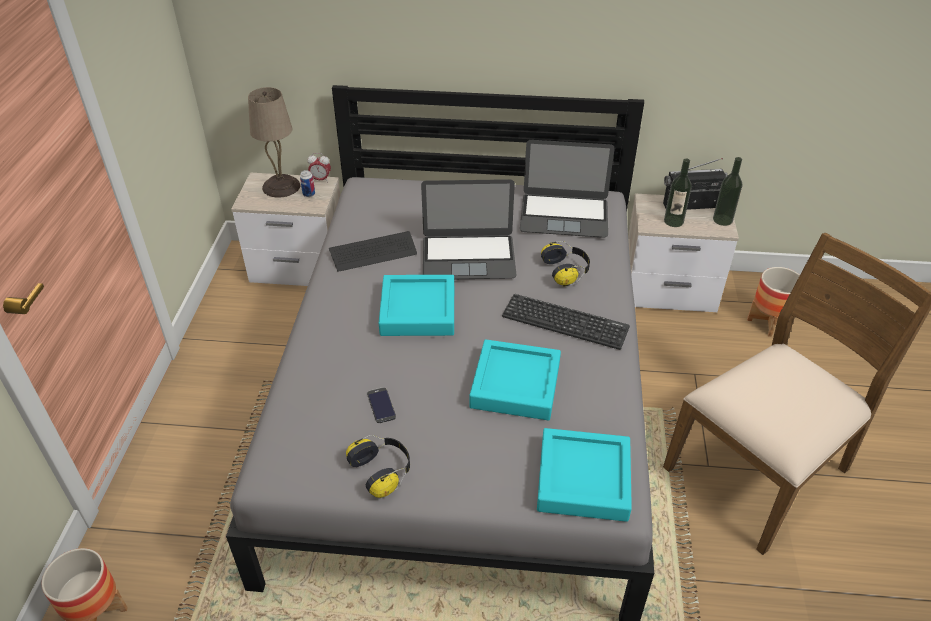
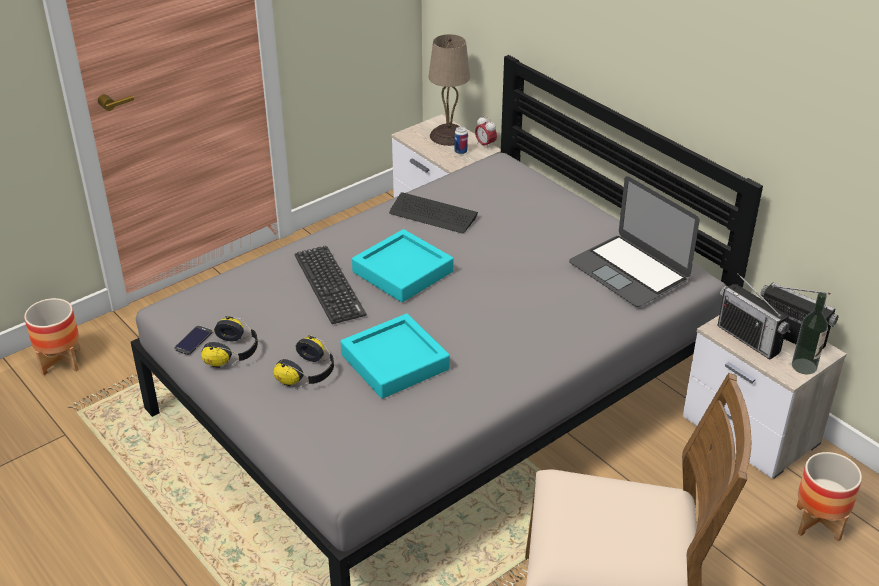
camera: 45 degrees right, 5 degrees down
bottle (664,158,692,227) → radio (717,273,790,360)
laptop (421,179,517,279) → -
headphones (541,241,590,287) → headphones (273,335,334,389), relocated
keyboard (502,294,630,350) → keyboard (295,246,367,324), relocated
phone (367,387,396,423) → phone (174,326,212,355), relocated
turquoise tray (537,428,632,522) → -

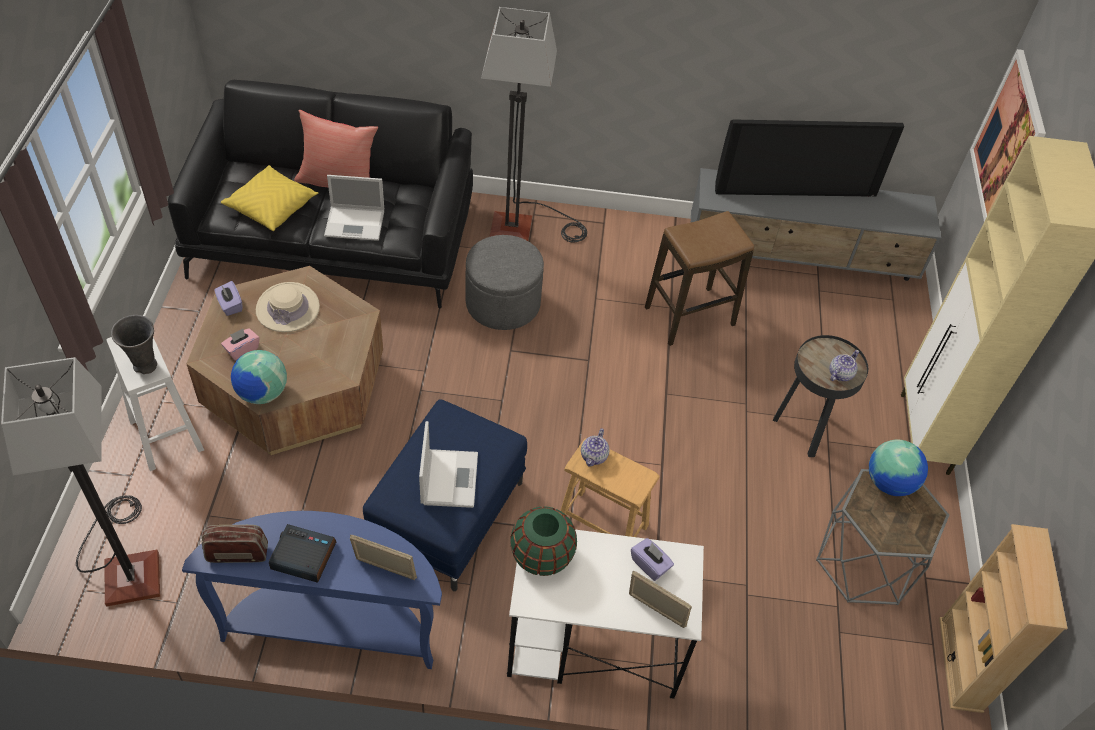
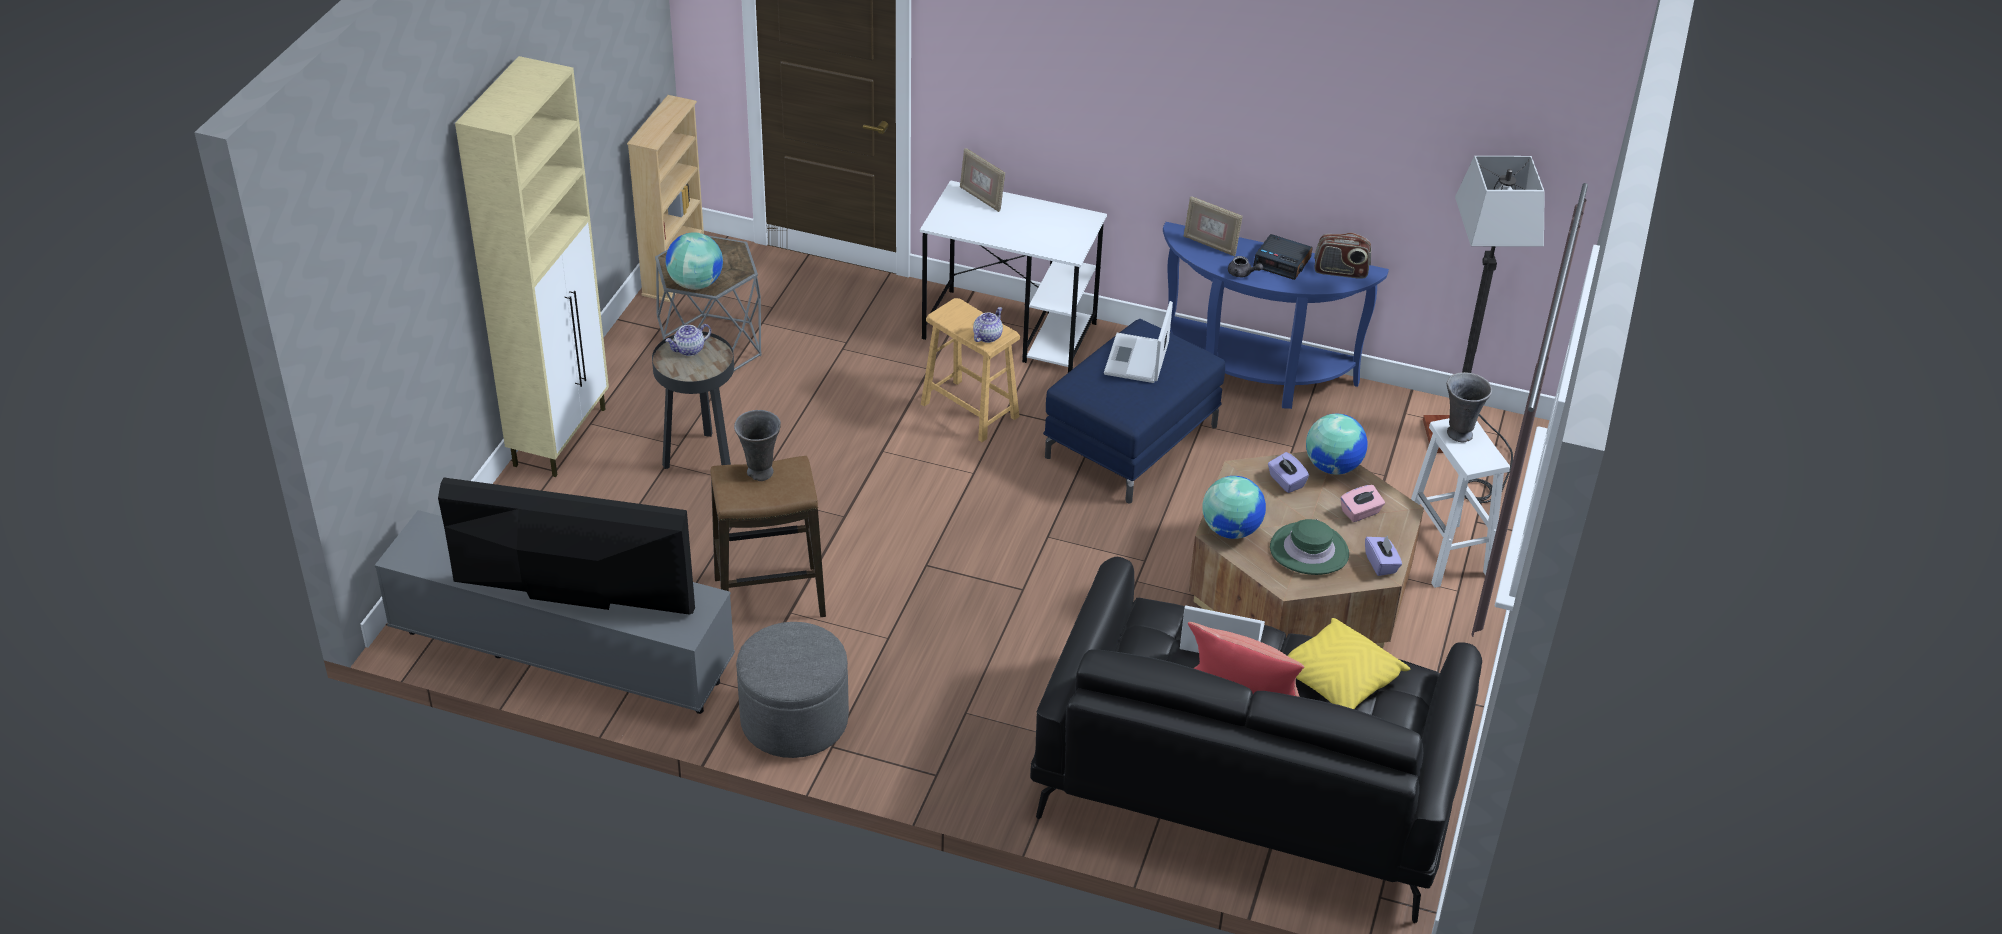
camera: 165 degrees left, 10 degrees down
floor lamp (481,7,587,243) → -
picture (970,49,1046,222) → -
grey ottoman (465,235,544,330) → grey ottoman (736,622,849,758), relocated
beige hat (256,282,320,332) → green hat (1270,519,1349,575)
green vase (510,506,577,576) → -
purple tissue box (631,538,674,581) → purple tissue box (1268,452,1309,493), relocated
- → grey teapot (1228,256,1263,277)
- → grey vase (734,410,781,481)
- → globe (1202,476,1266,539)

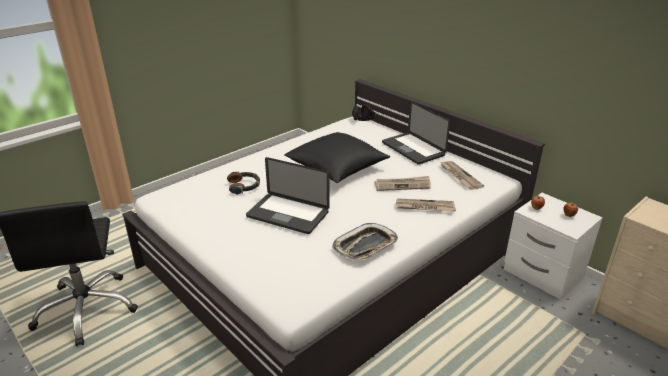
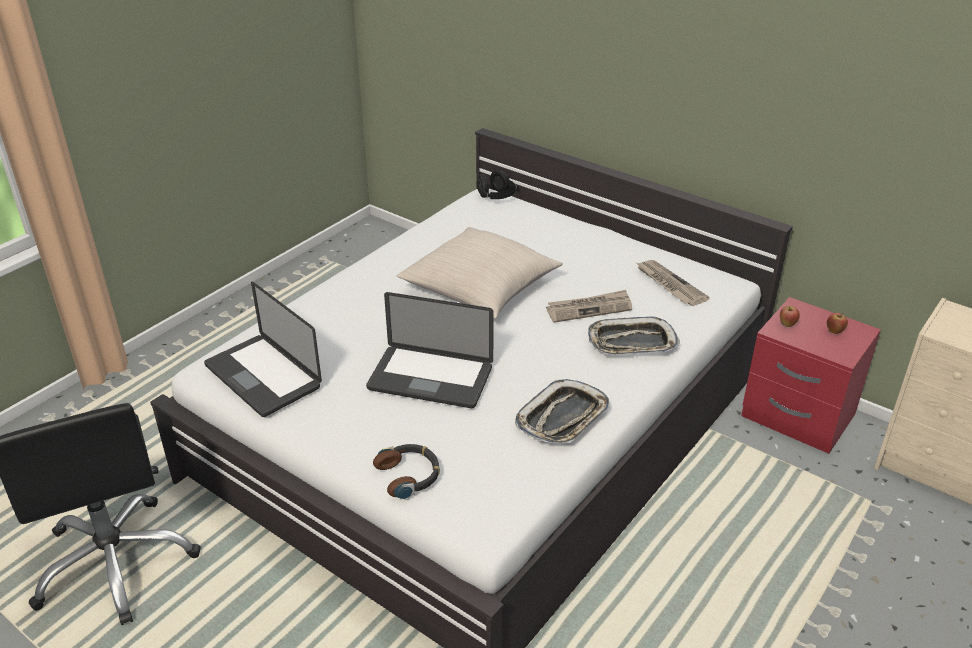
camera: 10 degrees left, 5 degrees up
laptop (382,101,450,165) → laptop (204,281,322,417), relocated
black pillow (284,132,390,183) → beige pillow (396,227,563,319)
headphones (227,172,260,195) → headphones (373,444,440,499), relocated
white nightstand (504,193,603,300) → red nightstand (741,297,881,454)
newspaper (396,198,456,212) → tray (588,316,680,355)

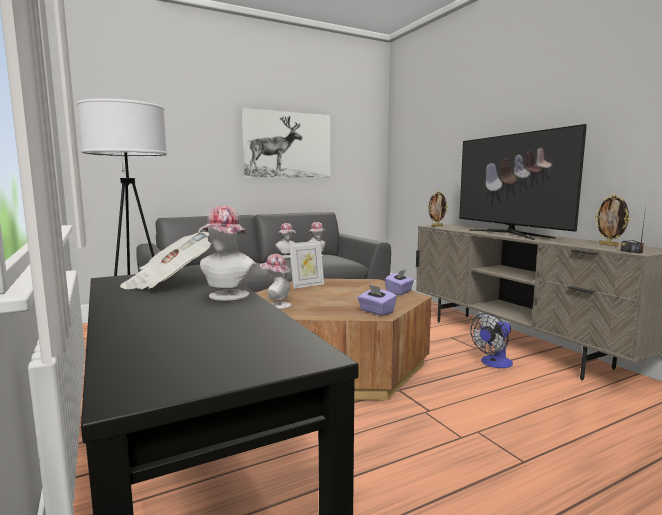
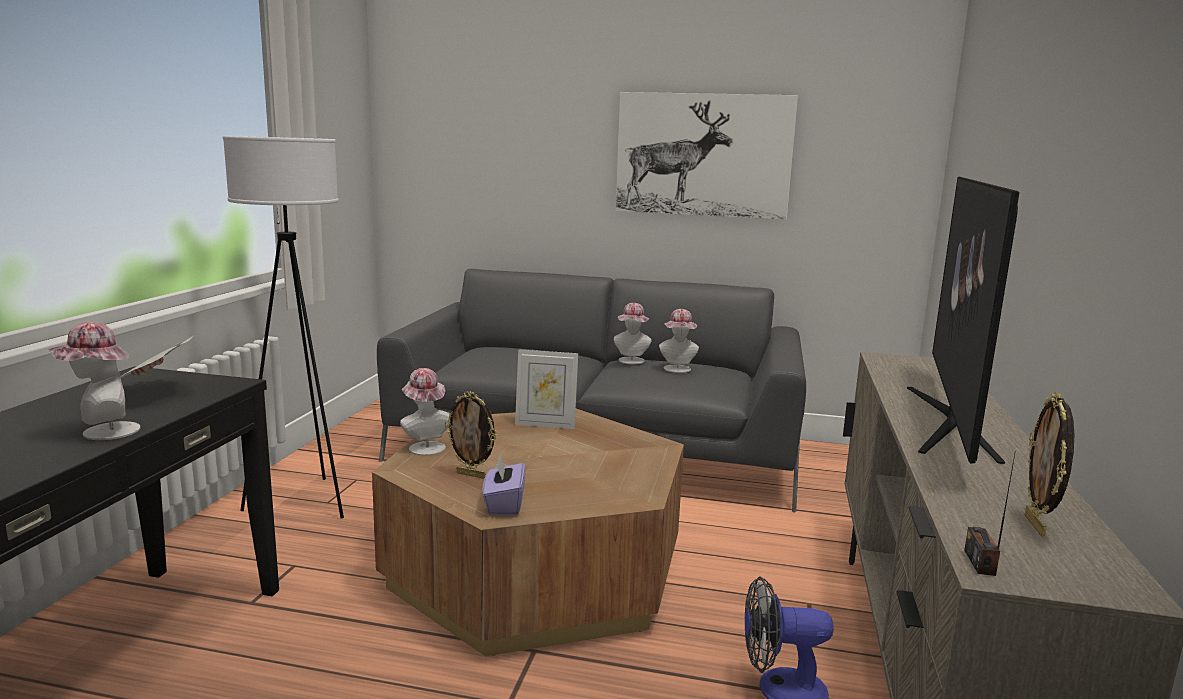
camera: 40 degrees right, 5 degrees up
picture frame (428,191,448,227) → picture frame (445,391,497,479), relocated
purple tissue box (385,270,414,295) → -

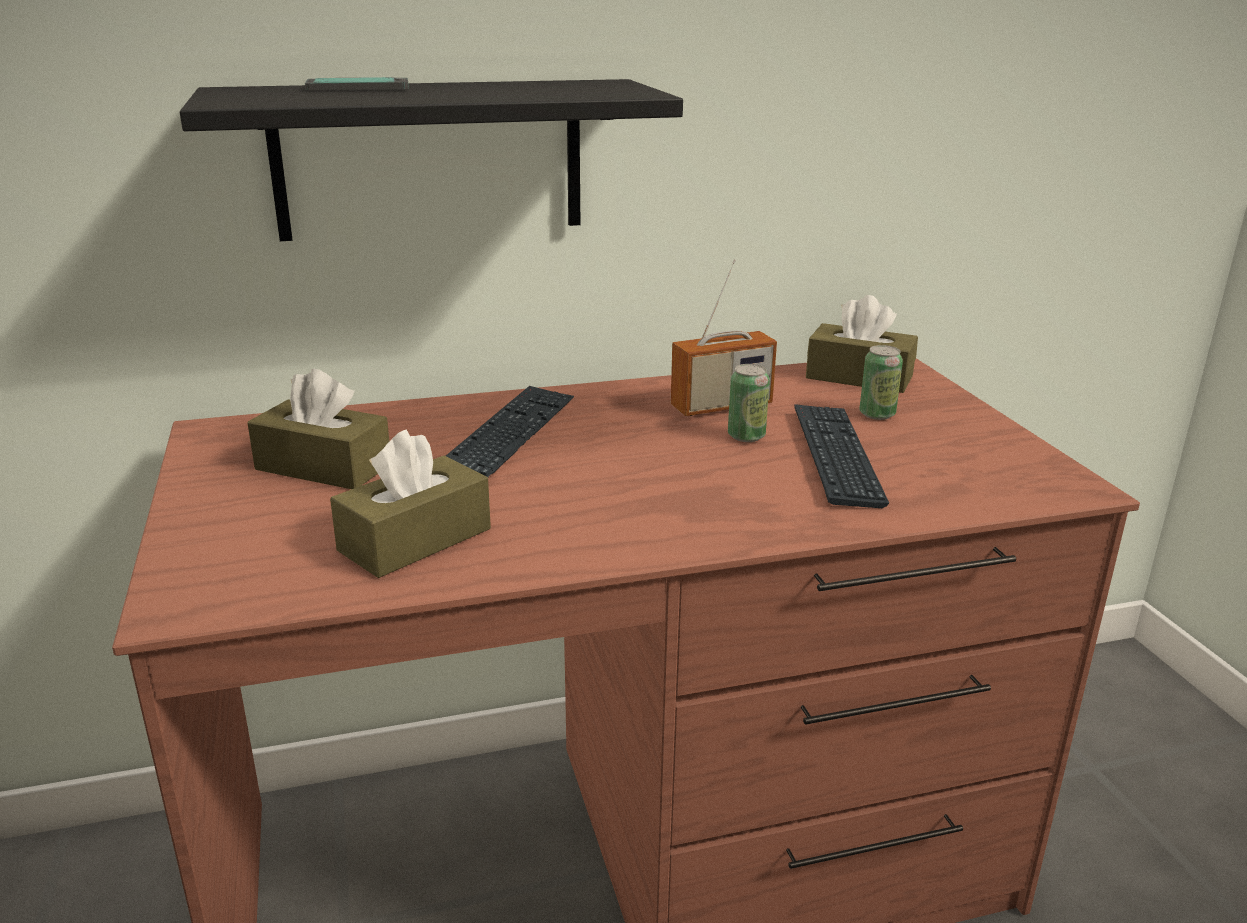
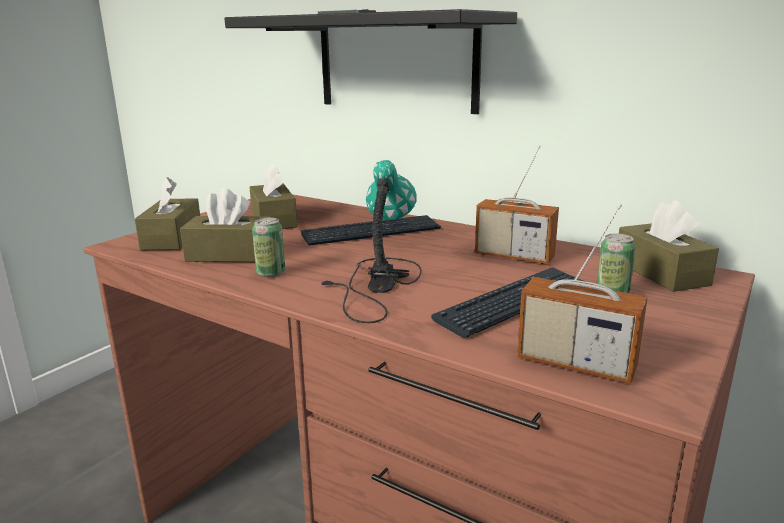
camera: 50 degrees right, 5 degrees down
can (728,364,770,442) → can (252,218,285,277), relocated
- → table lamp (320,160,422,323)
- → brown tissue box (135,177,200,250)
- → radio (517,204,648,383)

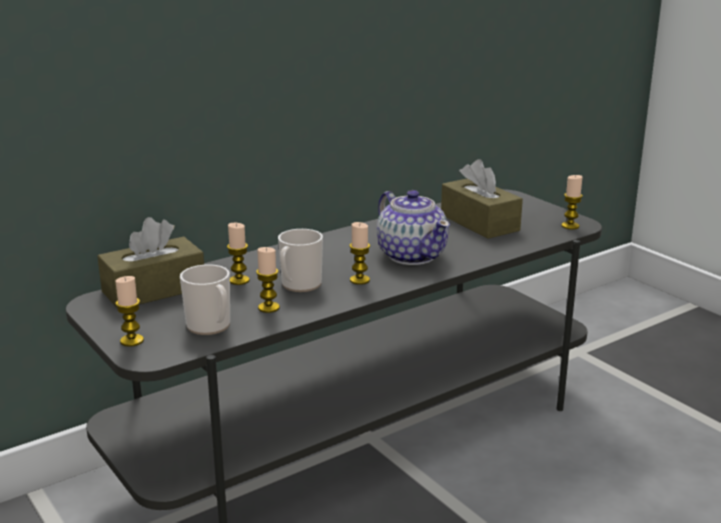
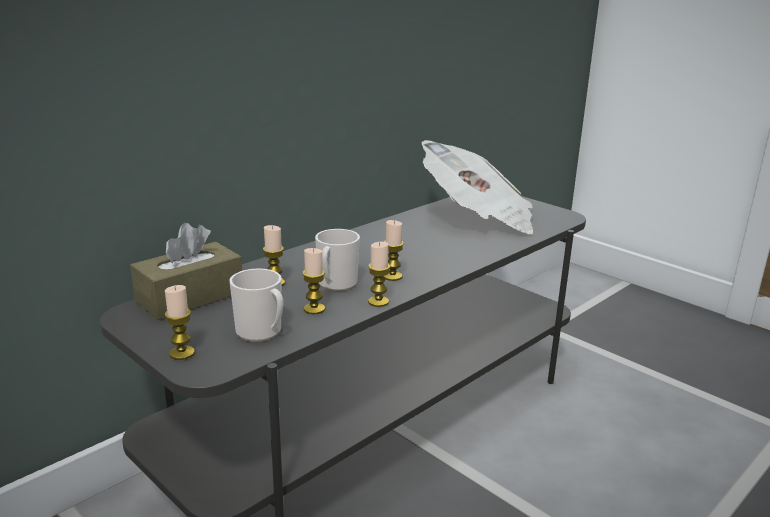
camera: 10 degrees left, 0 degrees up
brown tissue box (441,159,523,239) → newspaper (422,140,533,234)
candle (561,175,583,229) → candle (368,242,390,307), relocated
teapot (377,190,450,265) → -

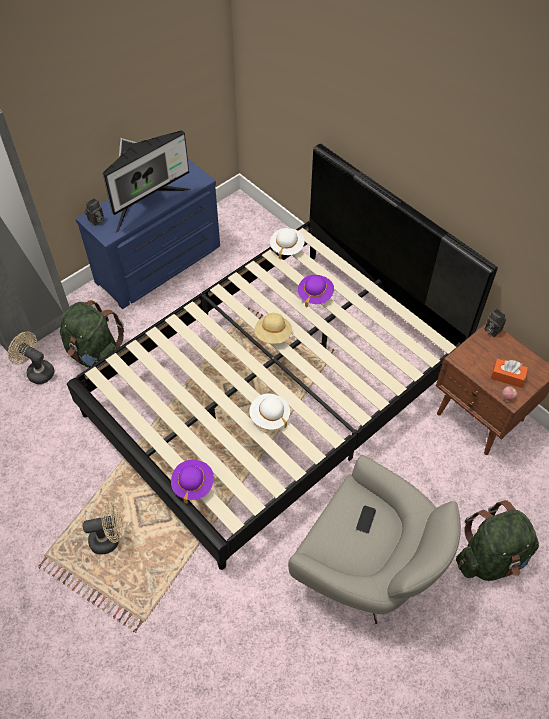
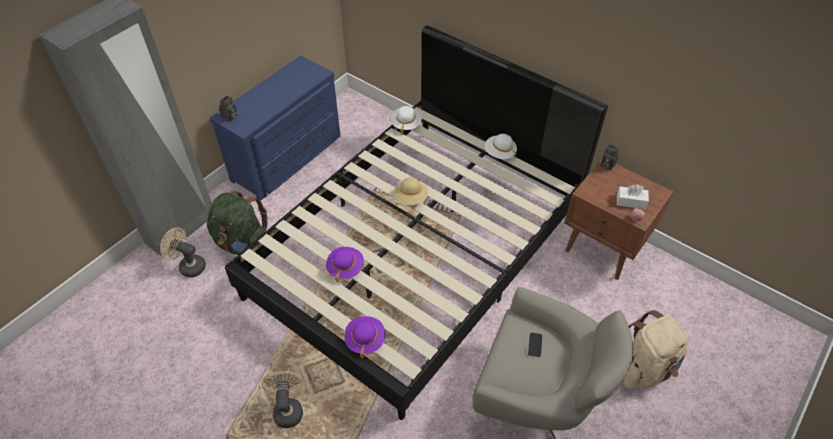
camera: 10 degrees left, 5 degrees down
monitor (103,130,191,233) → -
purple hat (298,275,334,307) → purple hat (326,247,364,283), relocated
orange tissue box (491,359,528,388) → white tissue box (617,184,649,209)
white hat (249,394,290,430) → white hat (485,134,517,159), relocated
green backpack (456,500,539,581) → beige backpack (622,310,688,388)
beige fan (83,501,123,555) → beige fan (262,371,303,428), 75 degrees counterclockwise

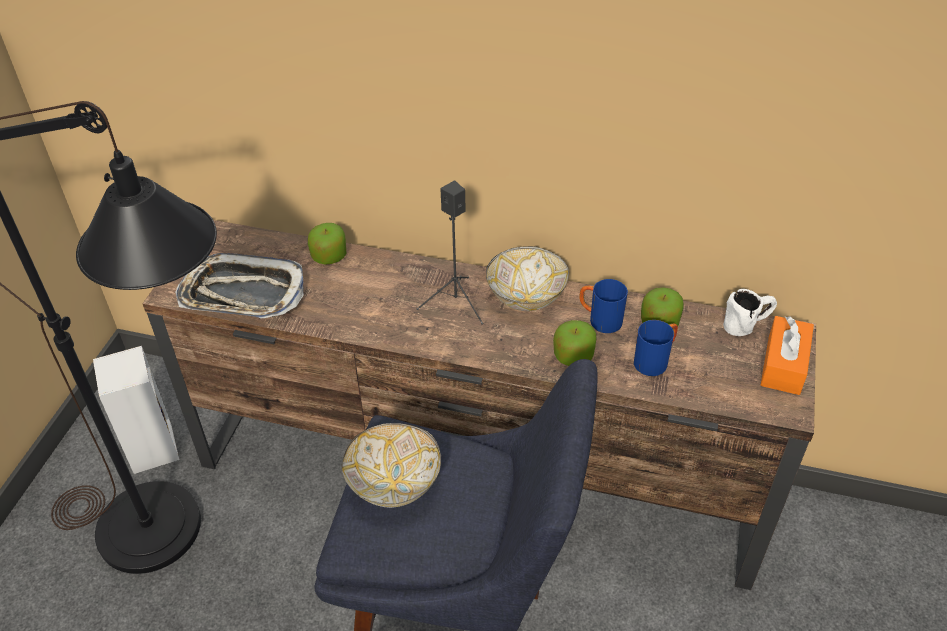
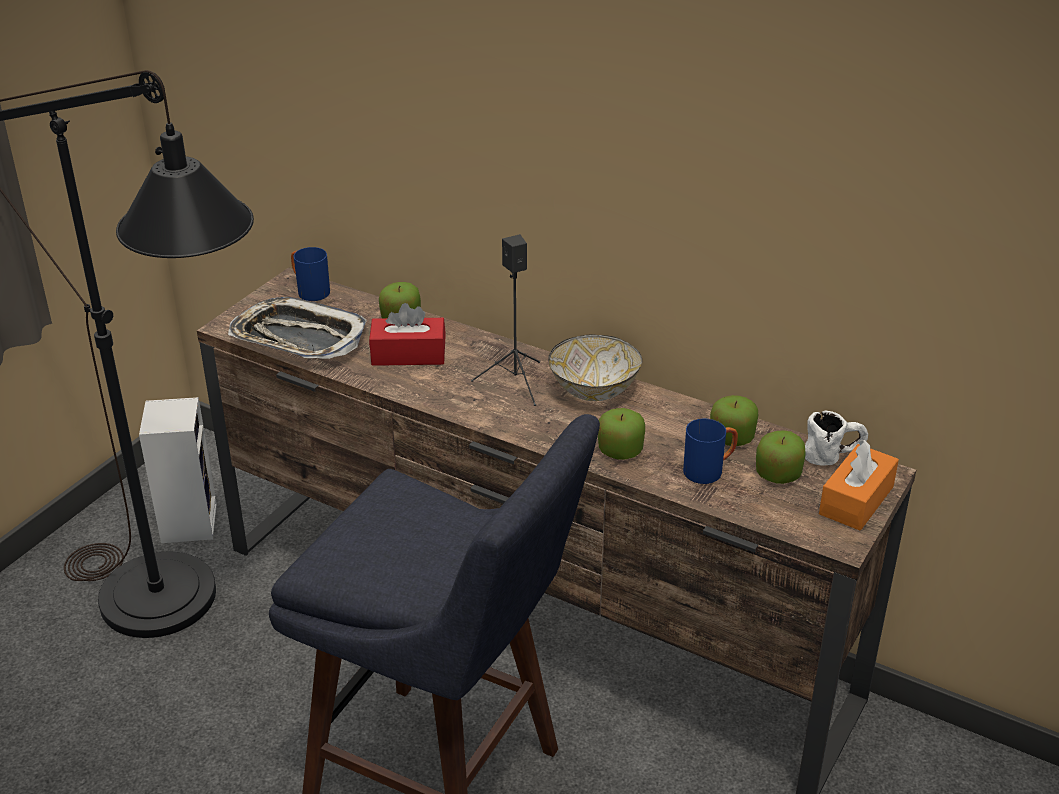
camera: 15 degrees right, 10 degrees down
blue mug (579,279,628,333) → blue mug (291,247,330,301), relocated
bowl (341,423,441,508) → -
- → red tissue box (369,303,446,366)
- → apple (756,430,806,484)

